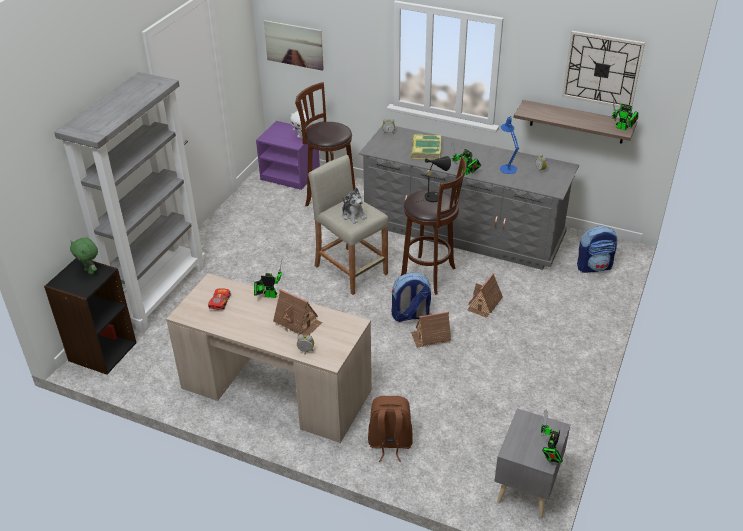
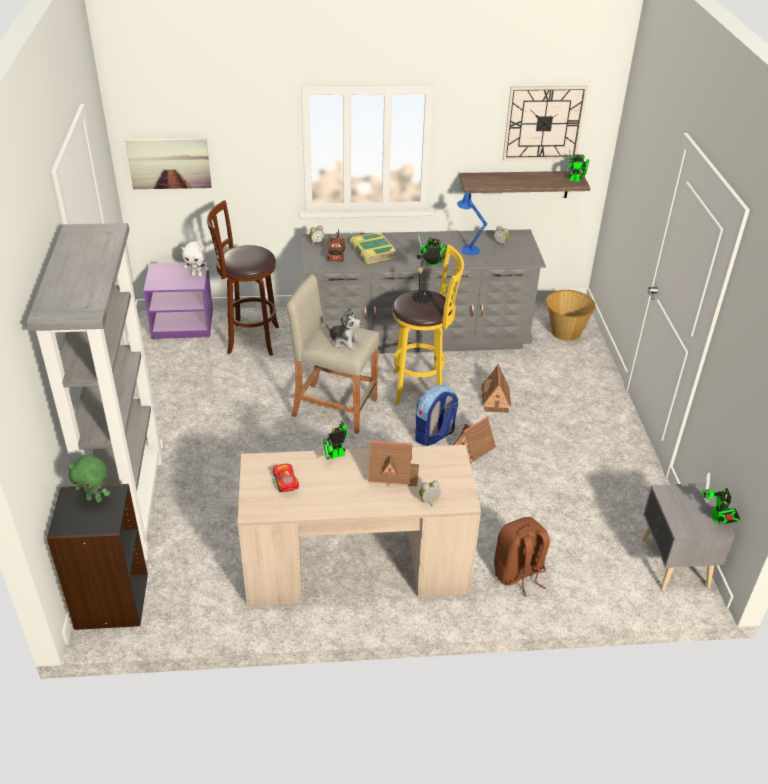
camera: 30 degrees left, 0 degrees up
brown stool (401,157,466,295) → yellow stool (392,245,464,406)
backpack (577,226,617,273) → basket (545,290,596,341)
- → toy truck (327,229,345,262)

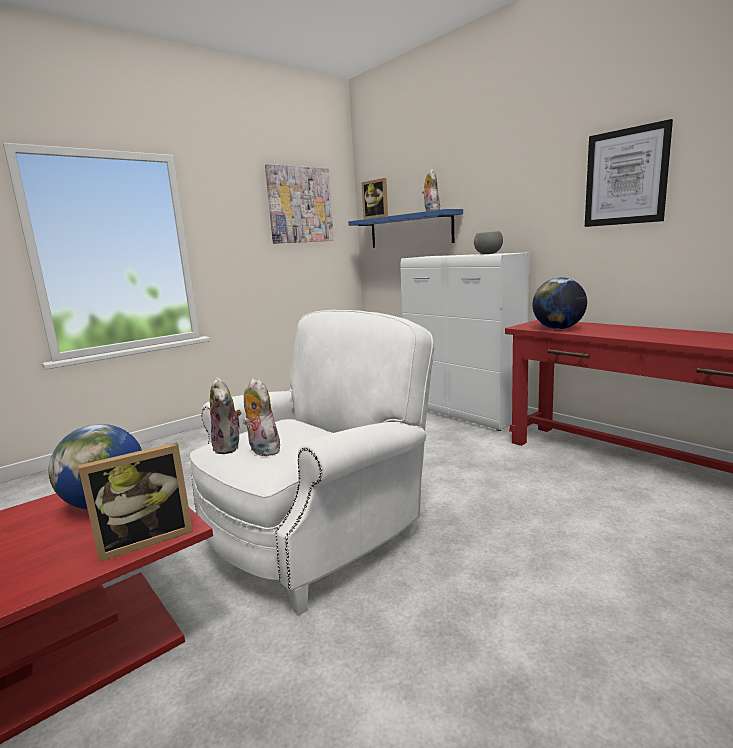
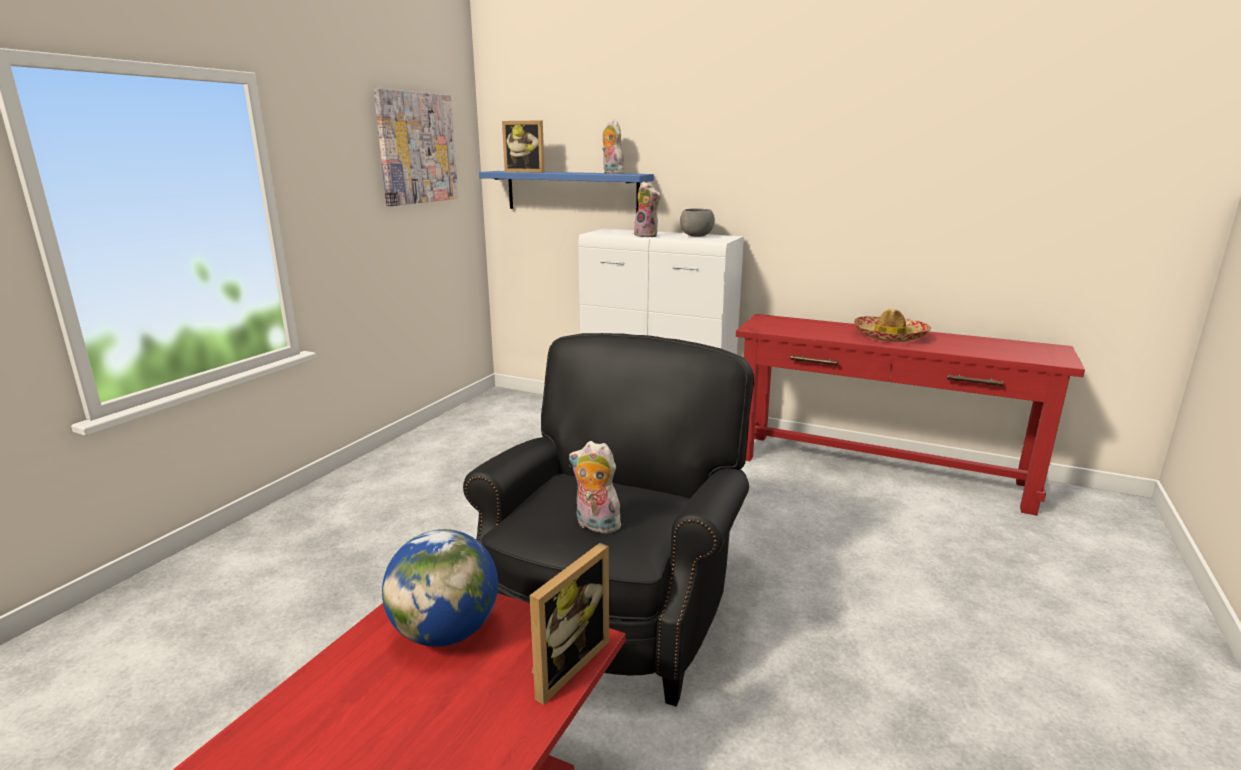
camera: 25 degrees left, 5 degrees up
picture (585,119,673,227) → -
globe (532,278,587,329) → -
white armchair (190,310,435,616) → black armchair (463,333,754,706)
plush toy (210,377,242,454) → plush toy (634,182,661,237), relocated
- → hat (854,308,931,342)

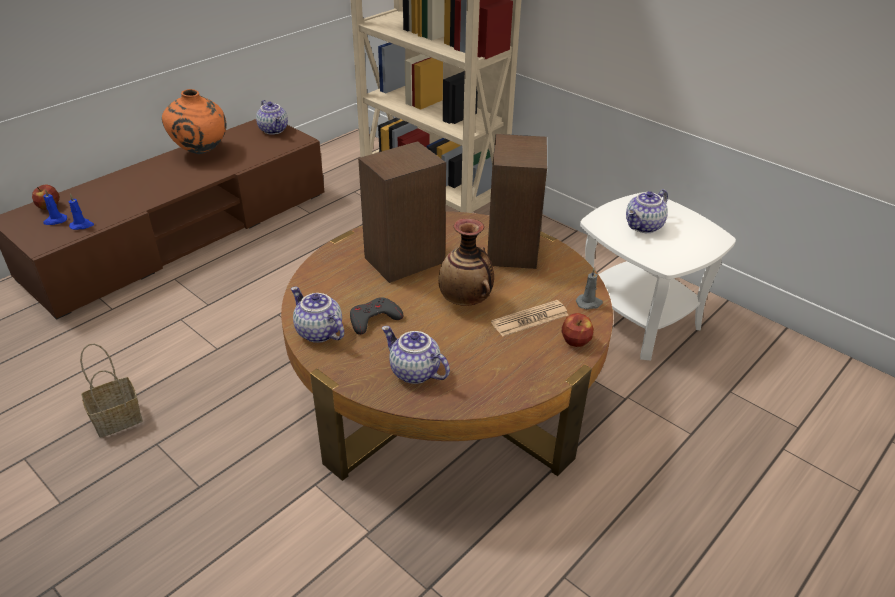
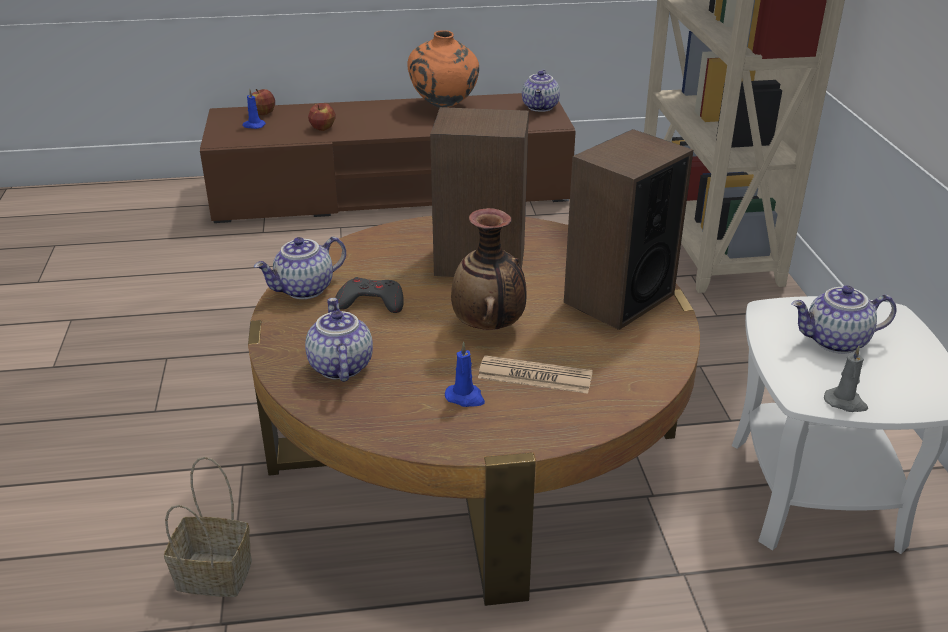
camera: 40 degrees right, 5 degrees down
blue candle (69,194,94,230) → blue candle (445,342,485,407), relocated
grey candle (576,268,603,309) → grey candle (824,346,868,412), relocated
teapot (291,287,344,343) → teapot (254,237,346,299), 120 degrees counterclockwise
apple (562,313,594,347) → apple (308,103,335,131), relocated
basket (80,344,143,438) → basket (164,457,252,597), relocated

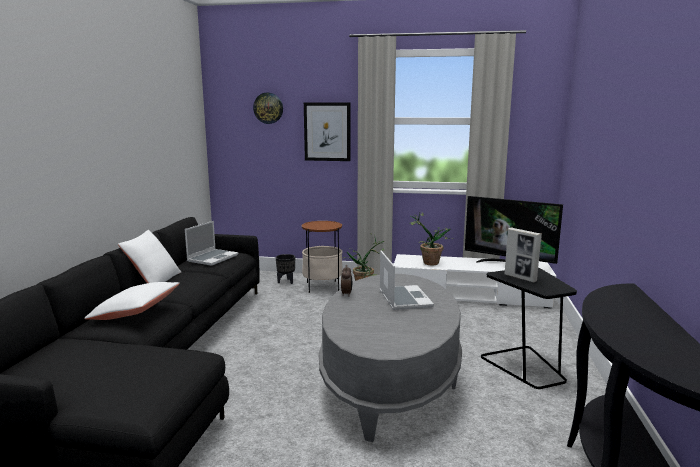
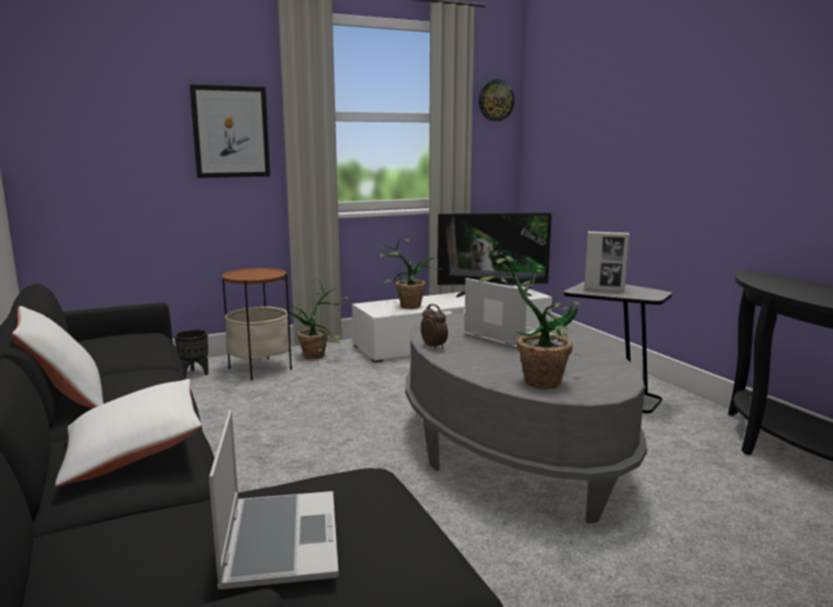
camera: 35 degrees left, 0 degrees up
wall clock (253,93,283,124) → wall clock (479,79,515,121), relocated
laptop (185,221,238,266) → laptop (209,410,339,589), relocated
- → potted plant (479,255,581,389)

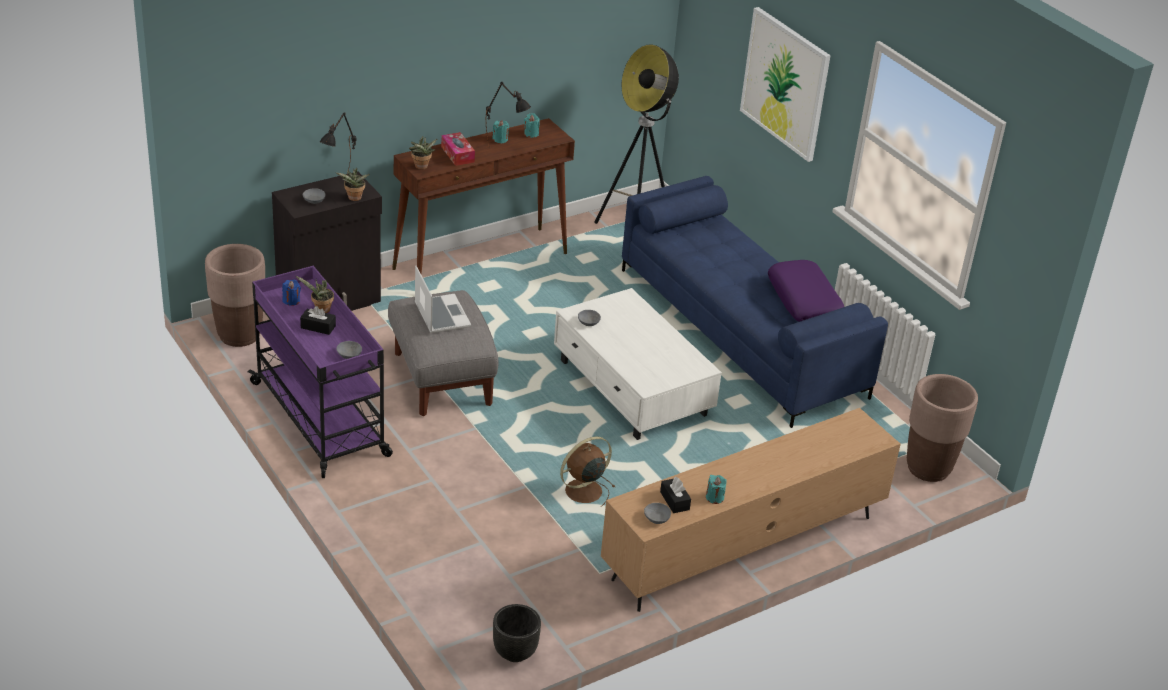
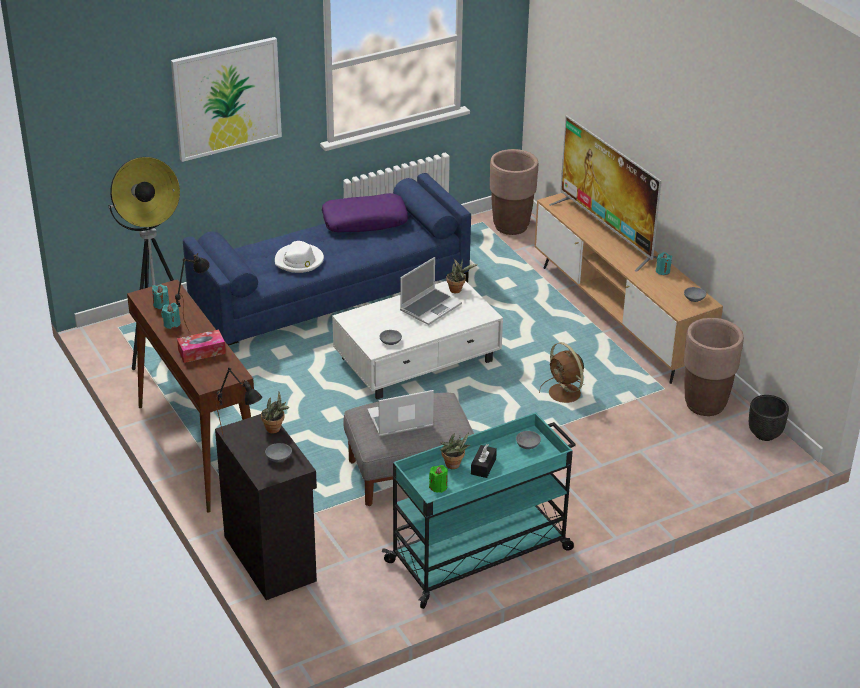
camera: 85 degrees left, 0 degrees up
potted plant (409,136,437,170) → potted plant (446,258,478,293), relocated
brown planter (205,244,265,347) → brown planter (684,318,744,416), relocated
purple cart (248,266,393,478) → turquoise cart (382,412,576,609)
blue candle (282,280,301,306) → green candle (429,465,448,493)
black tissue box (660,477,691,513) → -
- → television (549,115,662,272)
- → white hat (275,241,324,273)
- → laptop (400,257,462,325)

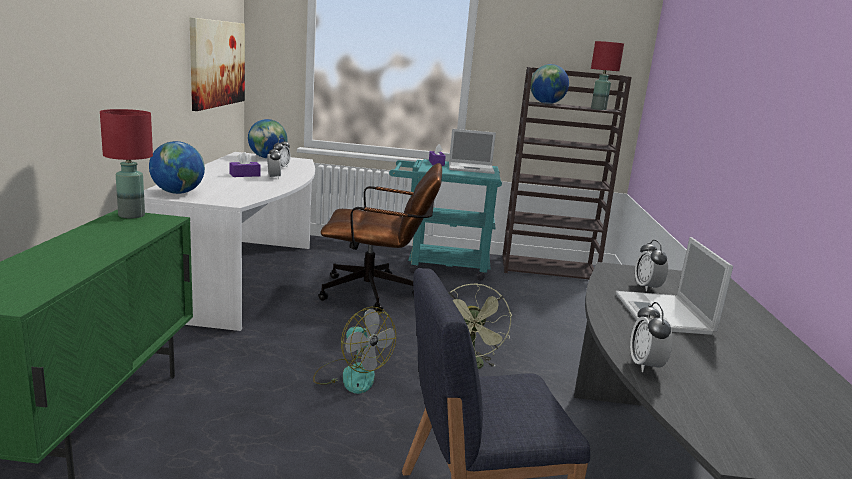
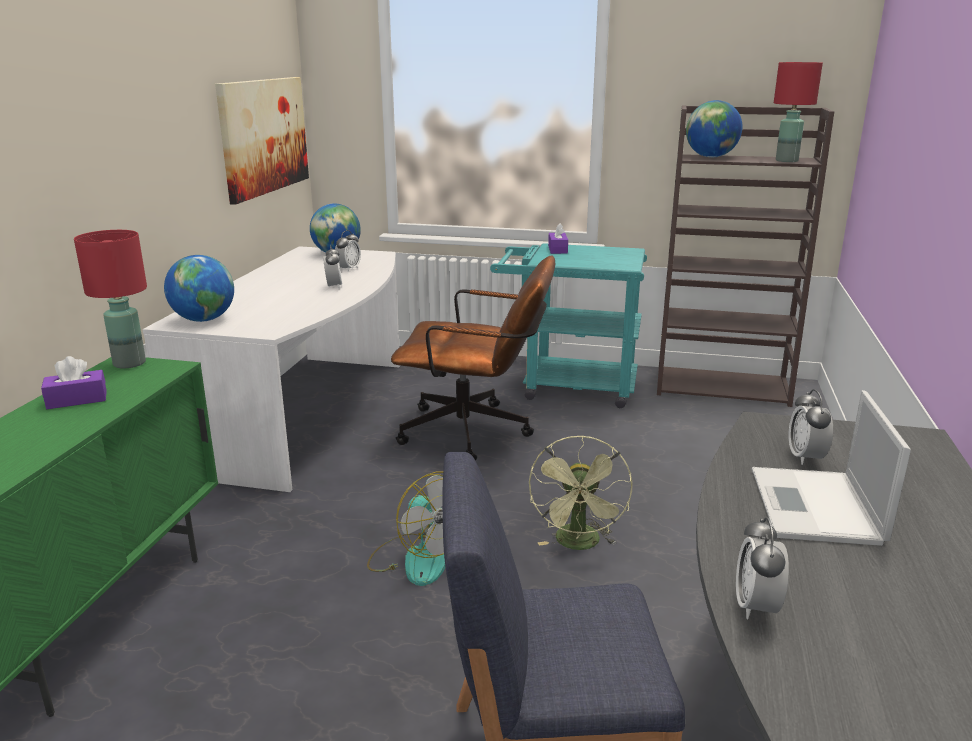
camera: 10 degrees right, 5 degrees up
laptop (449,129,496,174) → -
purple tissue box (229,152,261,177) → purple tissue box (41,356,107,409), relocated

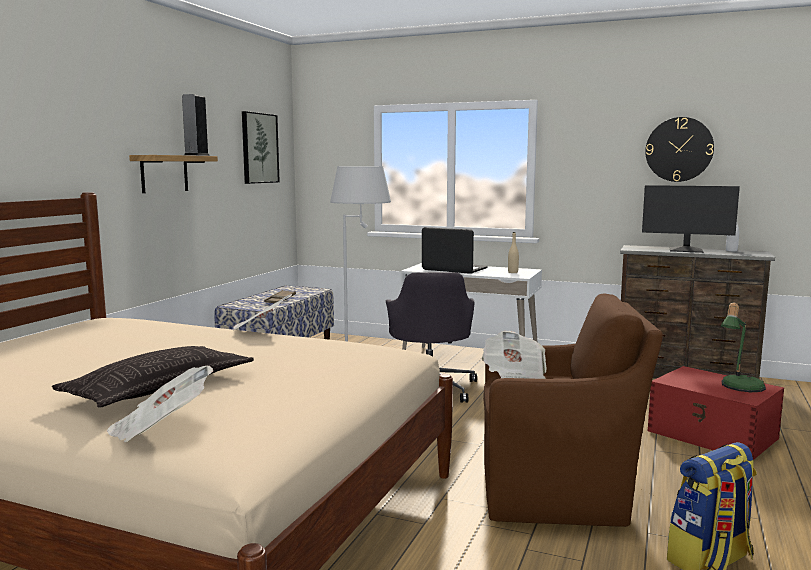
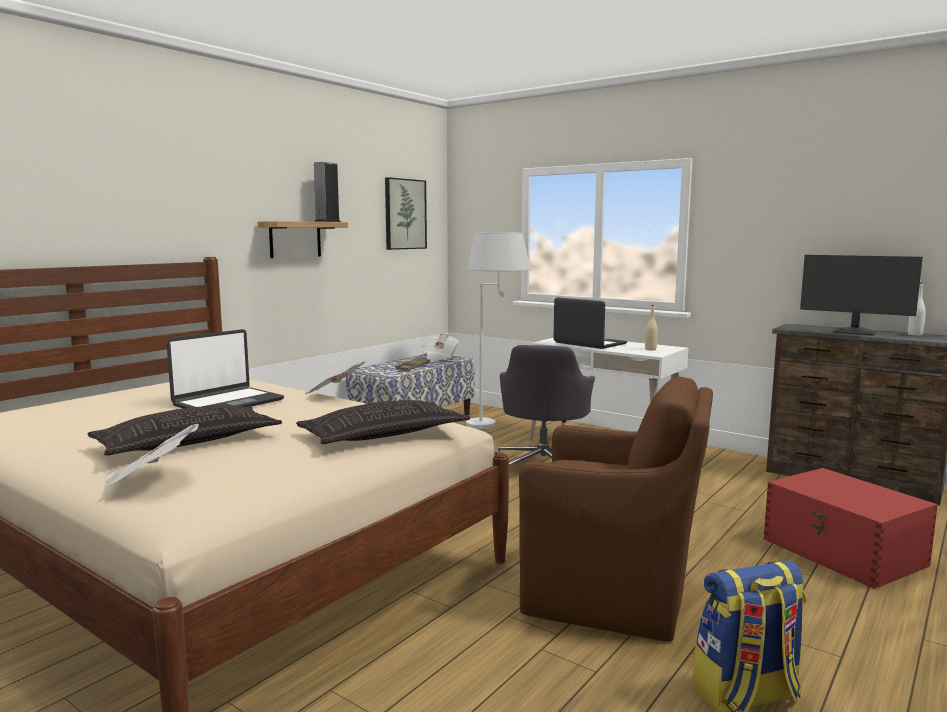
camera: 15 degrees right, 0 degrees up
wall clock (645,117,714,182) → -
table lamp (720,303,766,392) → -
newspaper (481,331,547,379) → newspaper (422,333,459,361), relocated
- → laptop (166,329,284,408)
- → pillow (296,400,470,444)

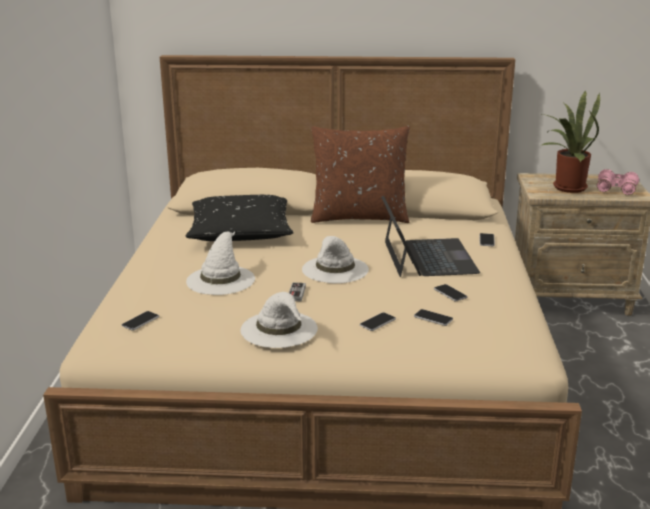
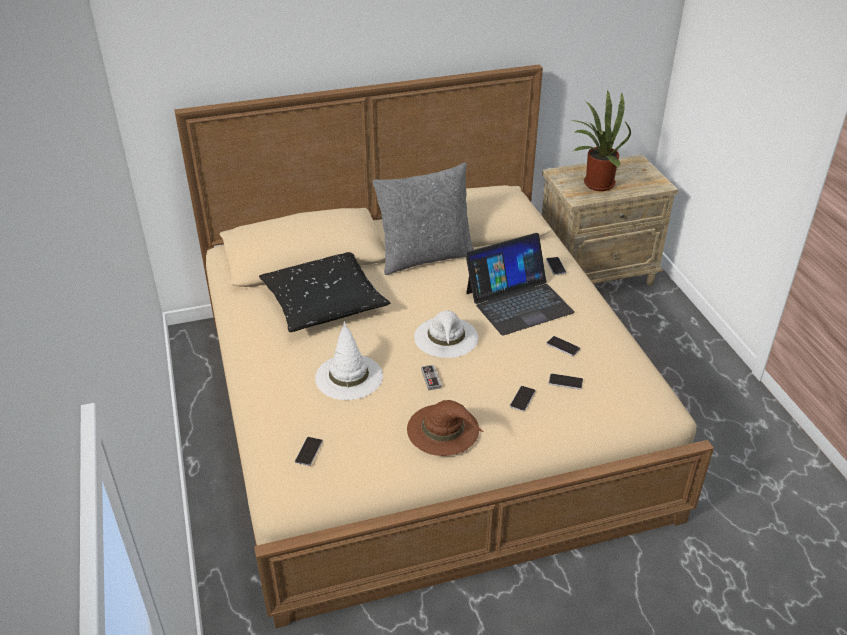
camera: 20 degrees left, 15 degrees up
brown pillow (311,126,410,223) → grey pillow (372,163,474,275)
pink binoculars (597,169,639,195) → -
laptop (381,196,480,277) → laptop (465,233,575,336), 90 degrees clockwise
white hat (240,292,318,348) → brown hat (407,400,483,456)

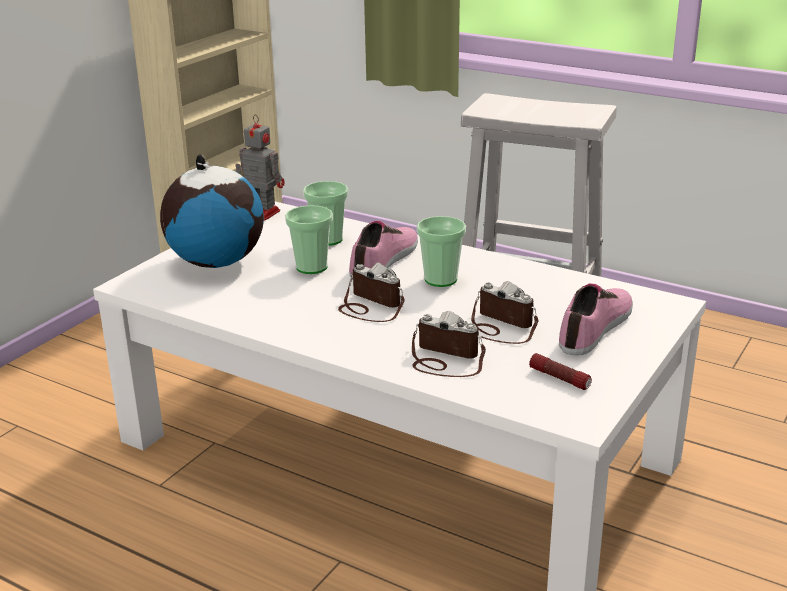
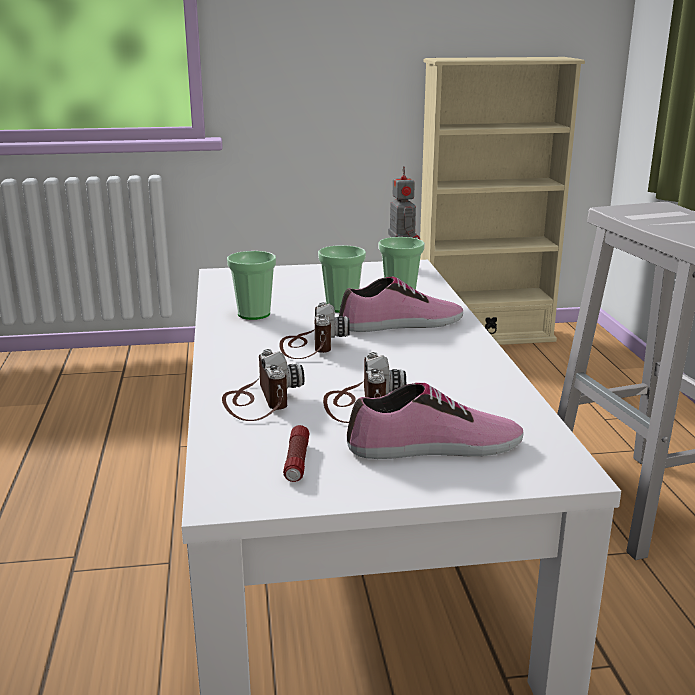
camera: 50 degrees right, 5 degrees down
globe (160,154,264,268) → -
cup (417,216,466,287) → cup (227,251,276,320), relocated

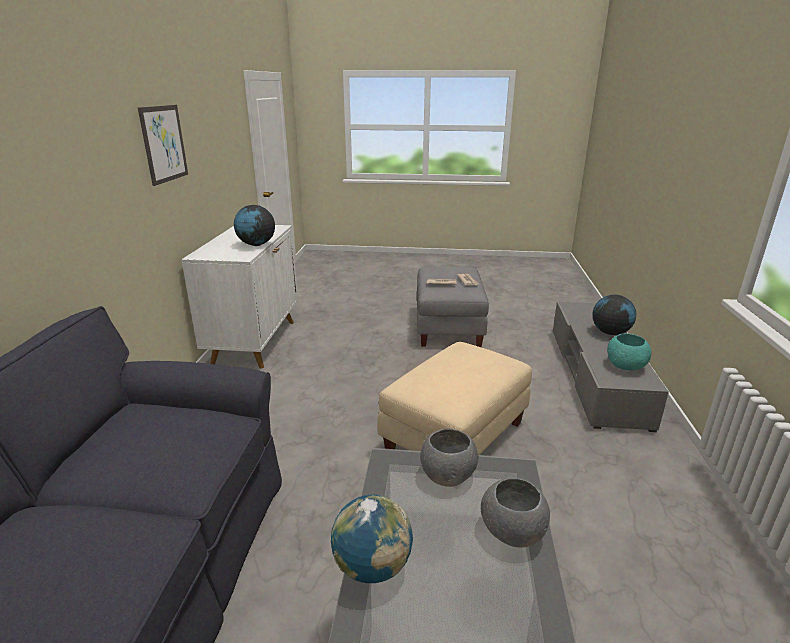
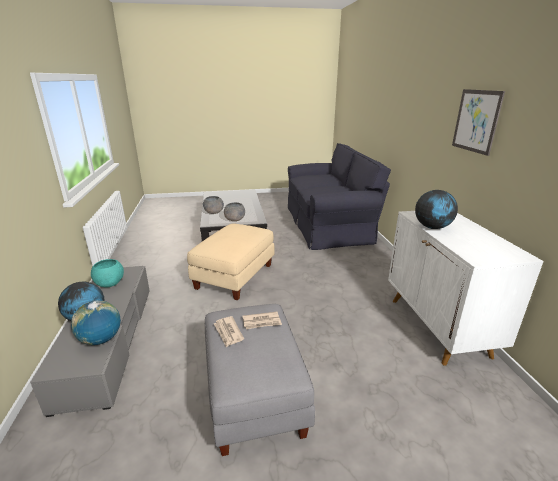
camera: 165 degrees right, 0 degrees up
globe (331,495,413,583) → globe (71,300,121,345), relocated

